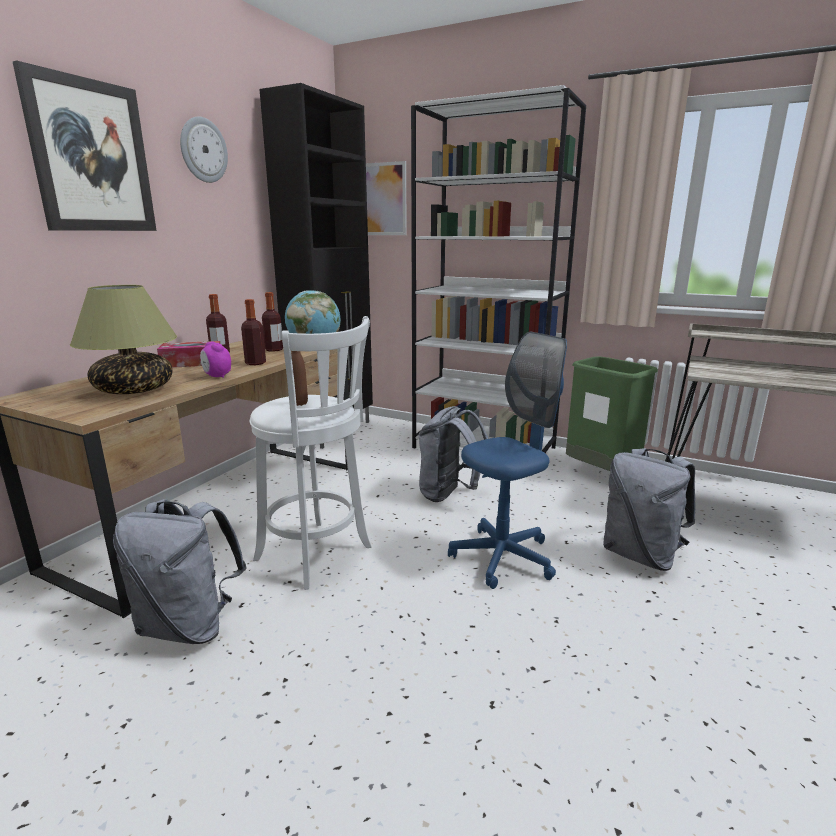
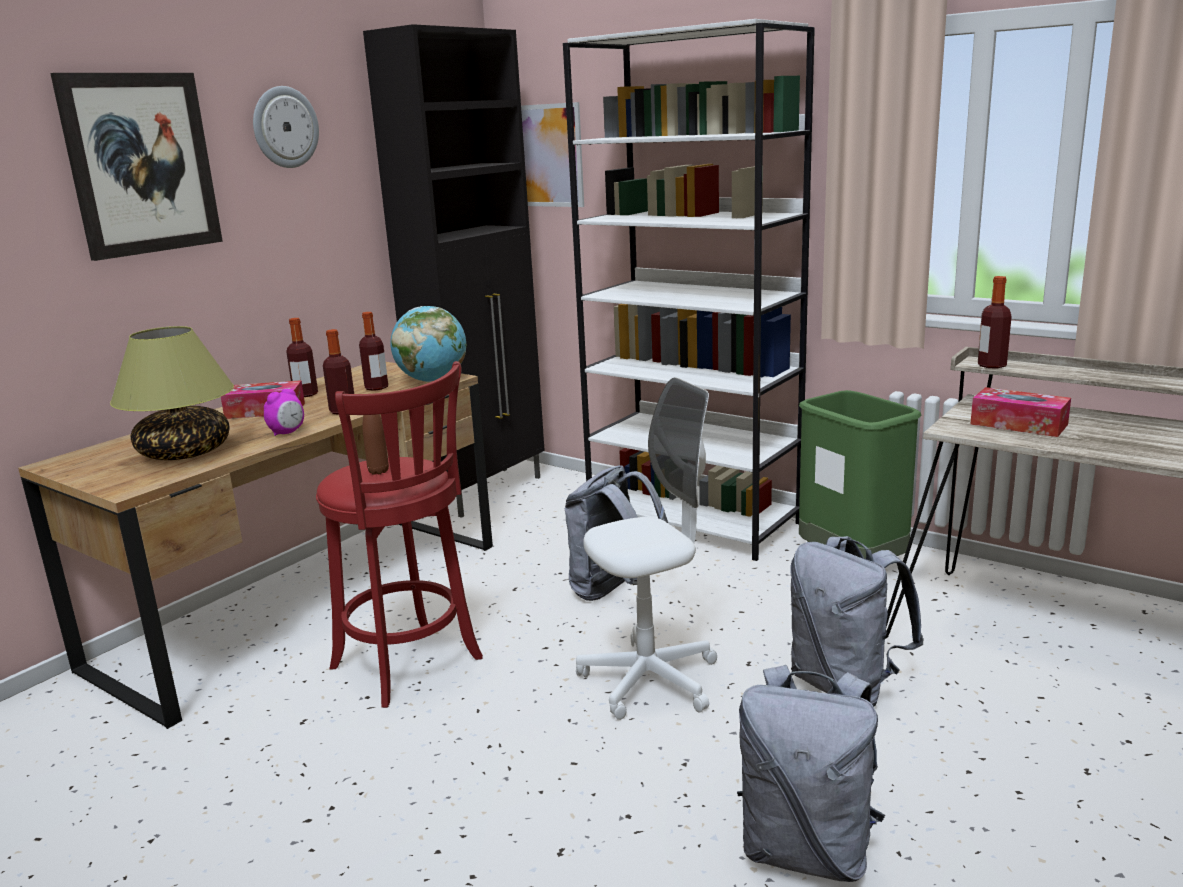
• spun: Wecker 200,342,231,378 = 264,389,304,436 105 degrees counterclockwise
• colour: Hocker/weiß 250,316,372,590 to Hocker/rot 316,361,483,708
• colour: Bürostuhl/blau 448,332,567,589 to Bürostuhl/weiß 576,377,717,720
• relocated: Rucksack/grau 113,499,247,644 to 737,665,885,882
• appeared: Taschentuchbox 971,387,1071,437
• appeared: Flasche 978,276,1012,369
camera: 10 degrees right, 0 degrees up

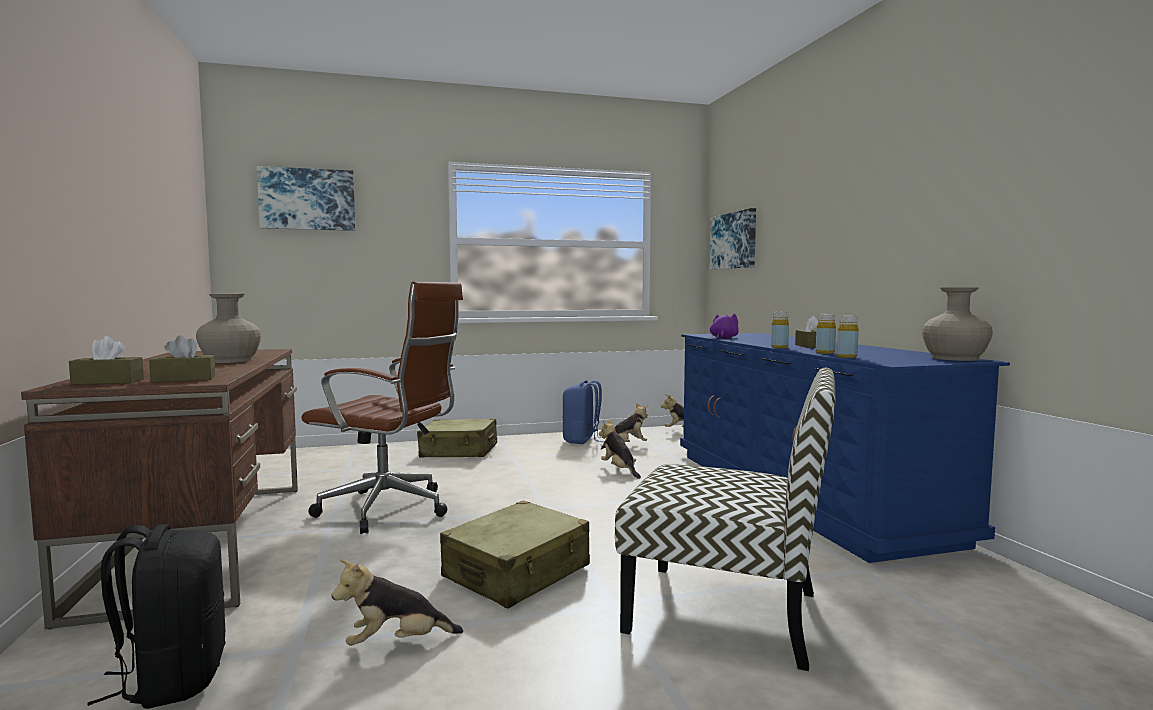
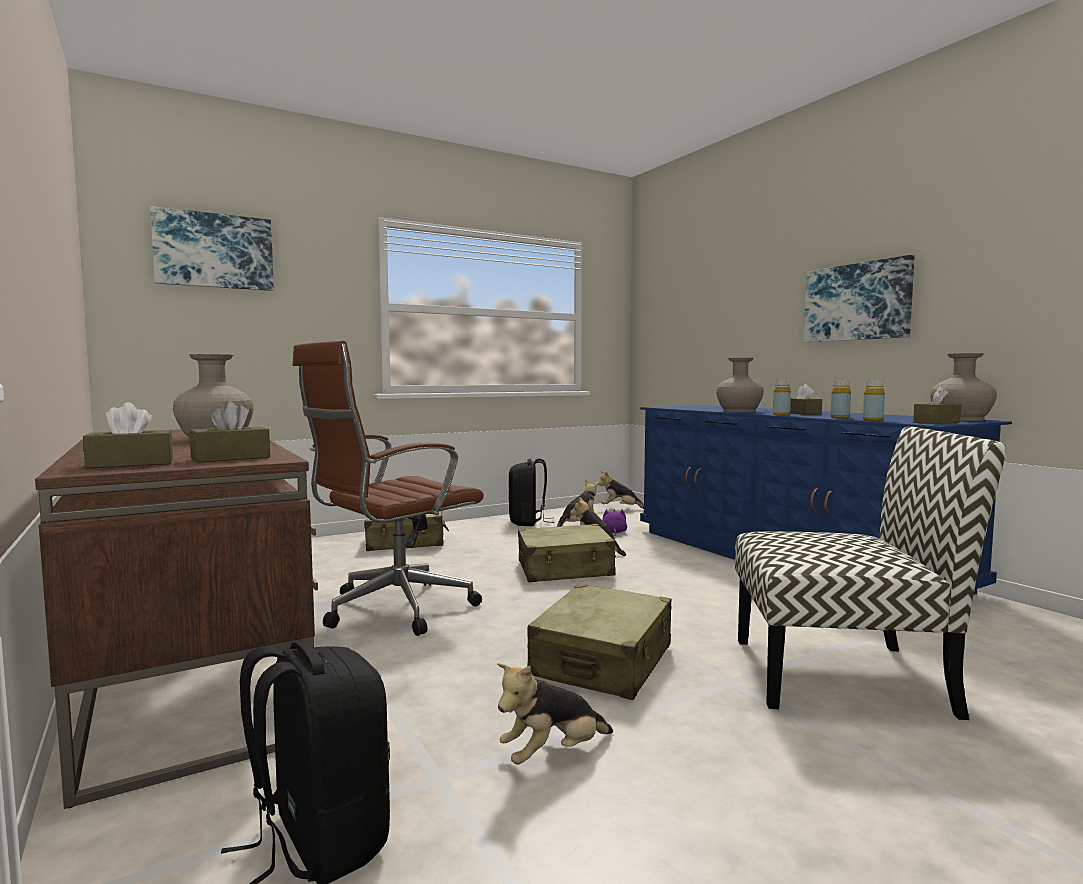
• spun: Bürostuhl/braun 301,282,463,534 = 293,341,484,636 135 degrees clockwise
• colour: Rucksack/blau 562,380,604,444 to Rucksack/schwarz 509,458,555,526
• appeared: Koffer/beige 518,524,616,582
• relocated: Plüschtier/lila 710,313,739,338 to 603,509,627,535
• appeared: Vase/beige 716,358,764,412
• relocated: Bild 710,208,756,270 to 804,255,914,342
• appeared: Taschentuchbox/braun 913,386,961,424
camera: 15 degrees left, 0 degrees up

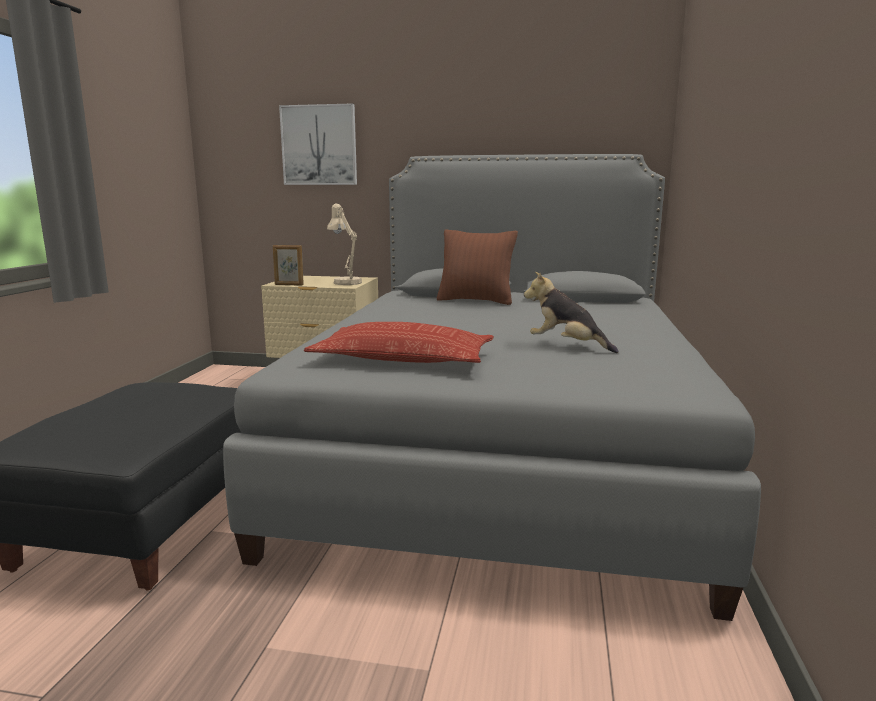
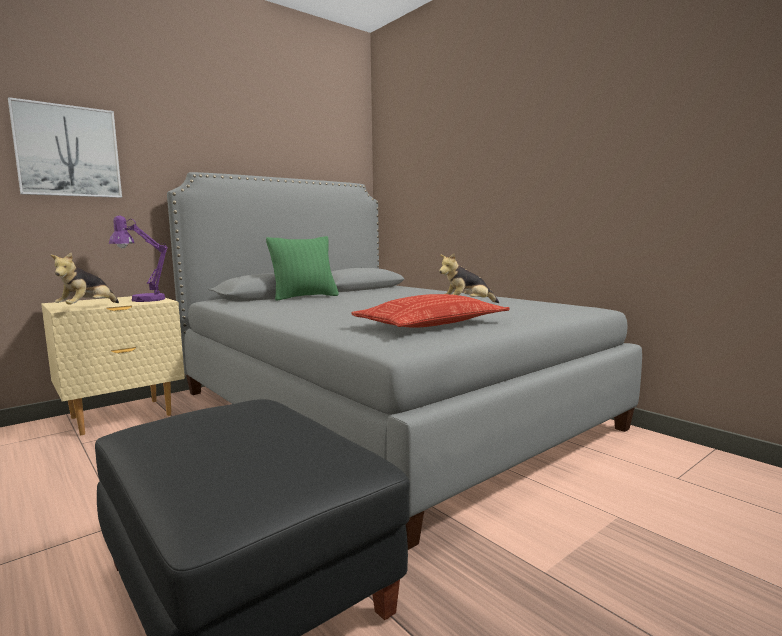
• exchanged: Bilderrahmen 273,245,304,286 to Plüschtier 50,253,119,305
• colour: Tischlampe/beige 327,203,362,285 to Tischlampe/lila 109,215,168,302
• colour: Kissen/braun 437,229,518,305 to Kissen/grün 266,236,339,301
camera: 50 degrees left, 5 degrees down

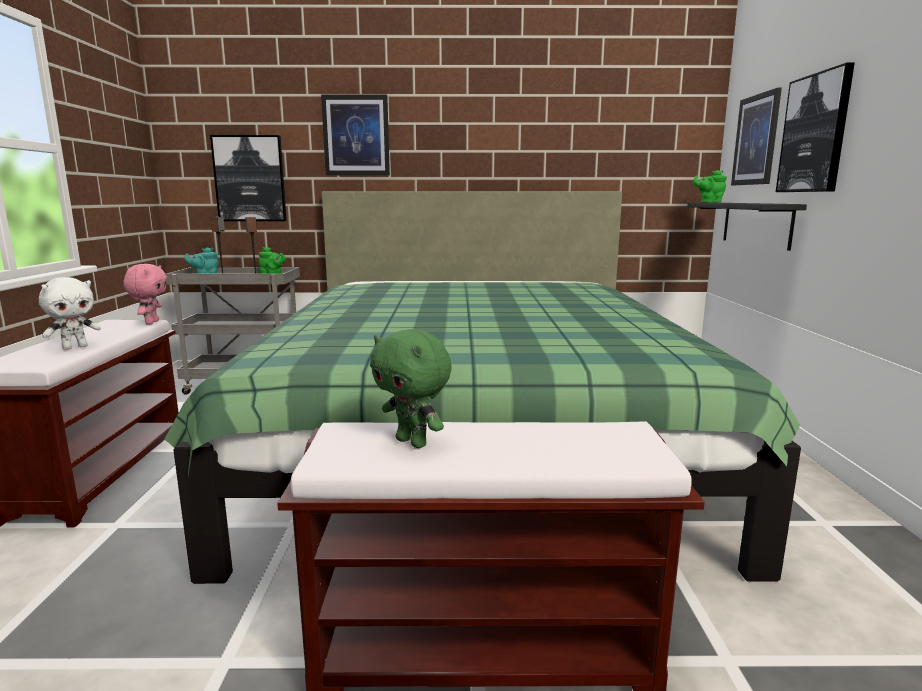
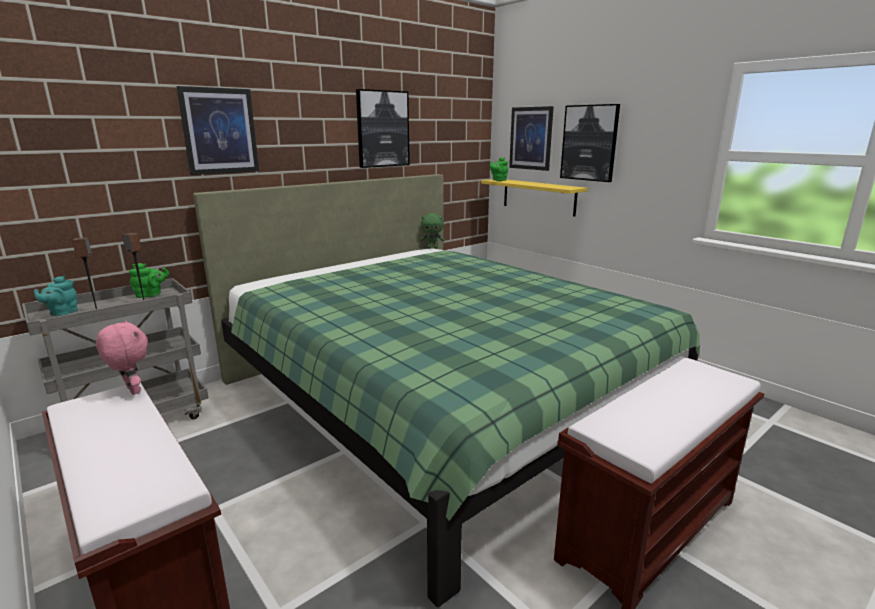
• relocated: Bild 210,135,287,221 to 356,89,410,168
• relocated: Plüschtier/grün 370,329,452,448 to 420,213,445,249
• colour: Wandregal/schwarz 687,203,807,251 to Wandregal/gelb 481,179,588,217
• missing: Plüschtier/weiß 39,277,101,350
camera: 40 degrees left, 5 degrees up

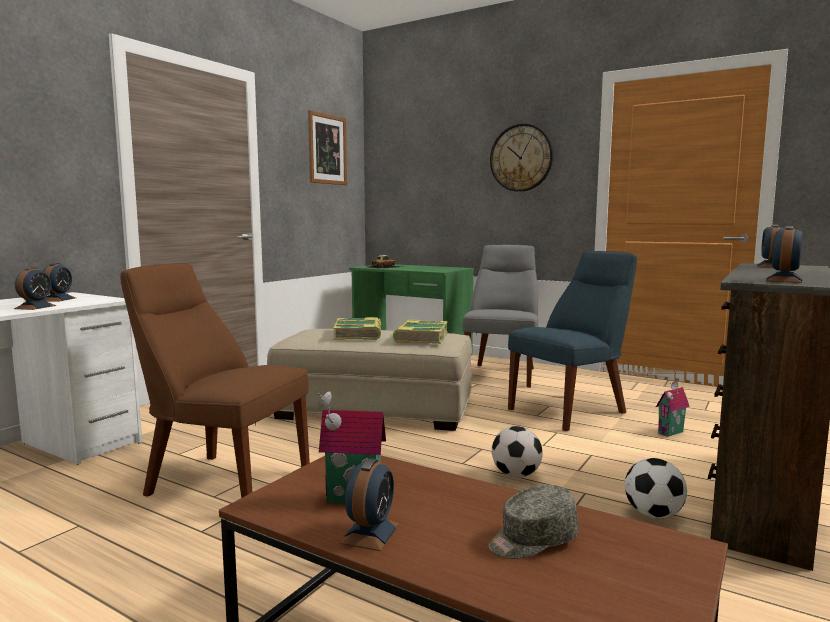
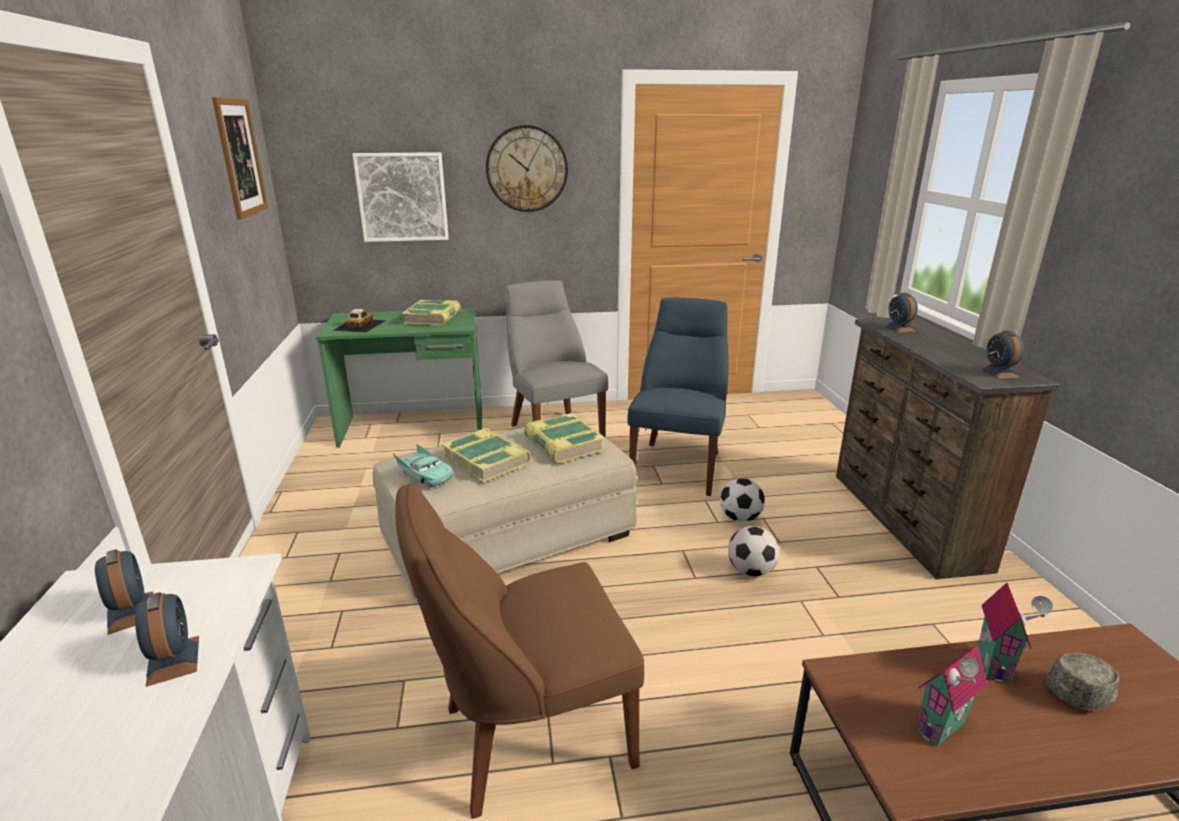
• appeared: Bild 352,152,449,242
• appeared: Spielzeugauto/türkis 393,444,453,488
• appeared: Buch 402,300,461,326
• relocated: Fußball 625,458,687,518 to 720,478,765,522
• relocated: Spielzeughaus 656,381,690,437 to 978,583,1053,683
• spun: Kappe/grau 488,485,578,559 = 1046,653,1119,710 135 degrees counterclockwise
• missing: Wecker 340,458,399,551
camera: 40 degrees left, 15 degrees up

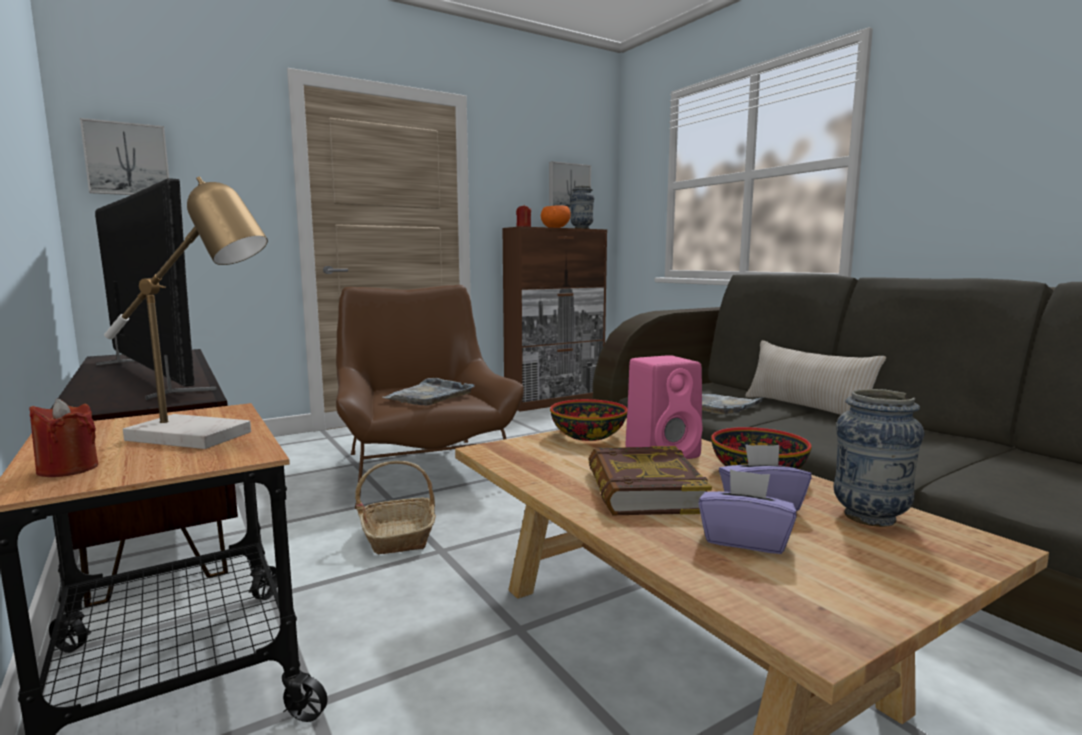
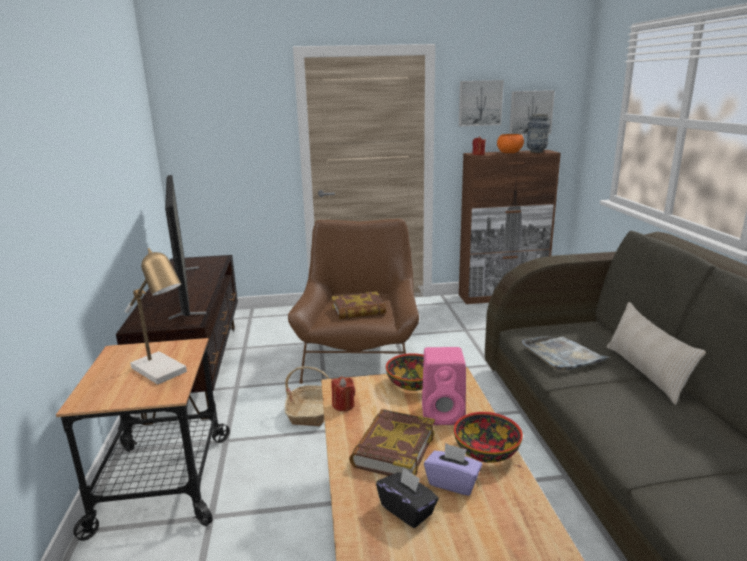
• relocated: Kerze/rot 29,399,98,477 to 331,377,355,411
• exchanged: Tablett/grau 383,378,475,405 to Buch 332,291,386,319
• colour: Taschentuchbox/lila 698,469,797,554 to Taschentuchbox/schwarz 376,467,439,528
• relocated: Bild 80,118,169,195 to 459,80,504,126
• missing: Vase 833,389,925,527
camera: 25 degrees right, 10 degrees up

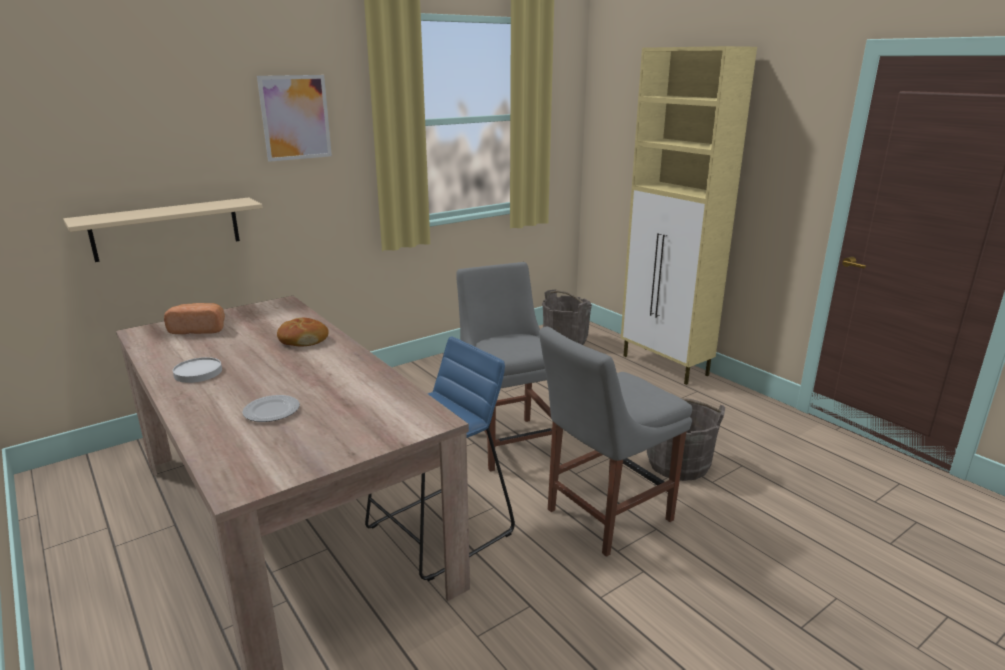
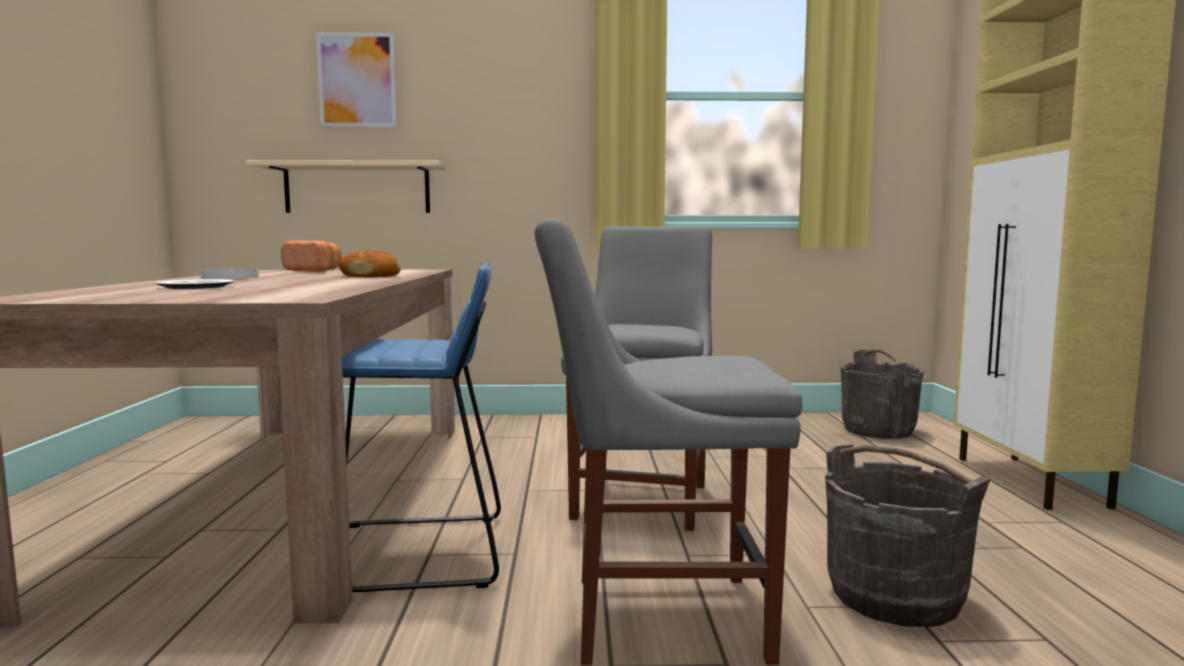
• relocated: Bild 257,75,332,162 to 316,32,397,128
camera: 35 degrees right, 15 degrees down

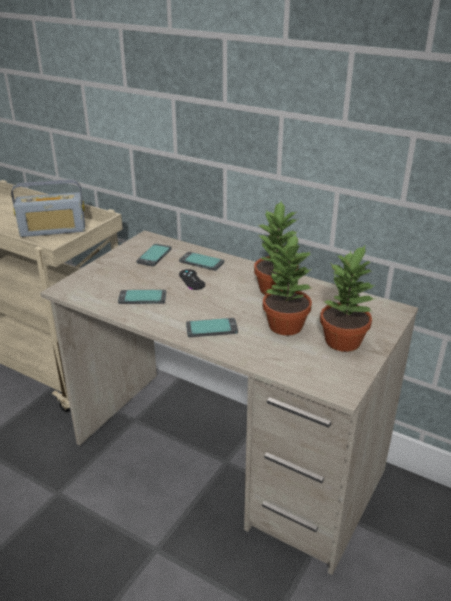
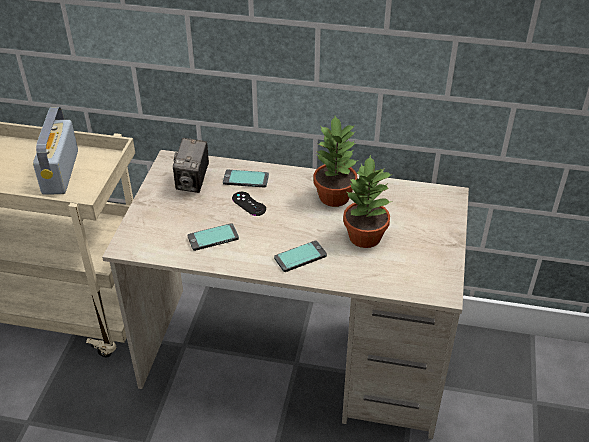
• spun: Radio 11,179,85,237 = 33,107,78,195 120 degrees clockwise
• exchanged: Handy 136,244,171,266 to Kamera 173,138,209,193
• missing: Topfpflanze 320,246,376,352
camera: 20 degrees left, 10 degrees up

